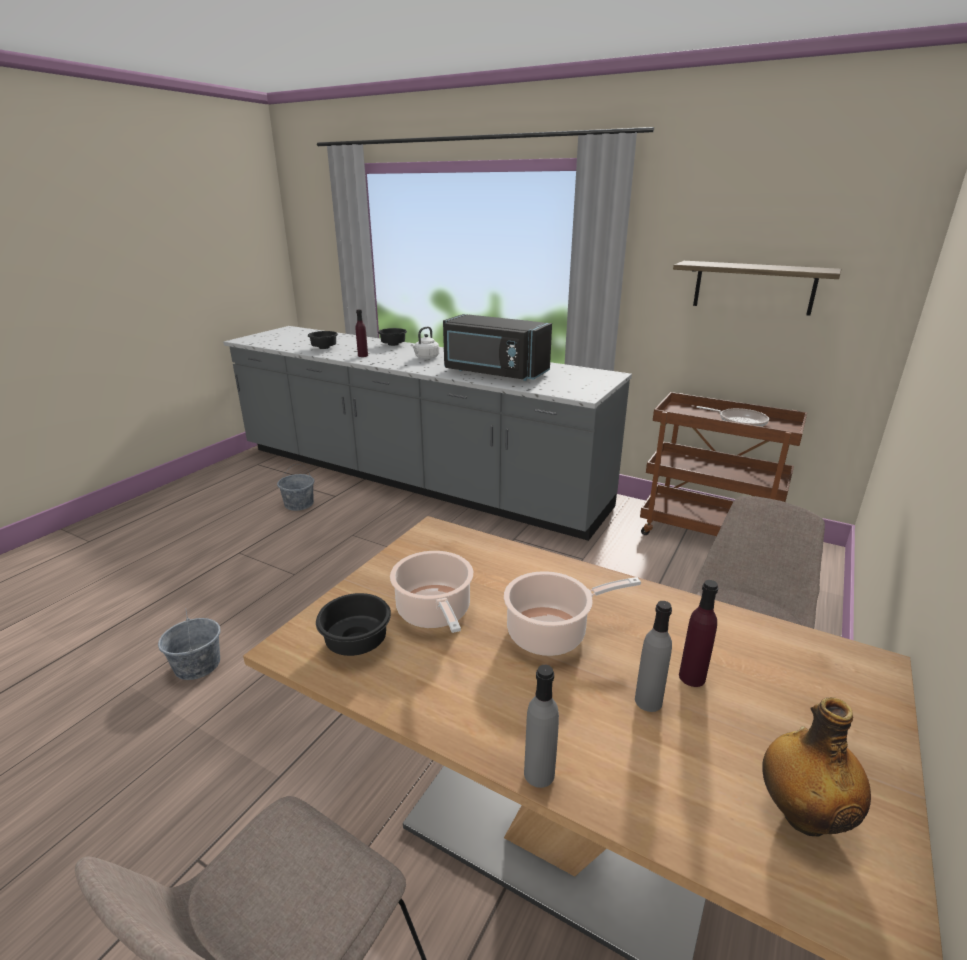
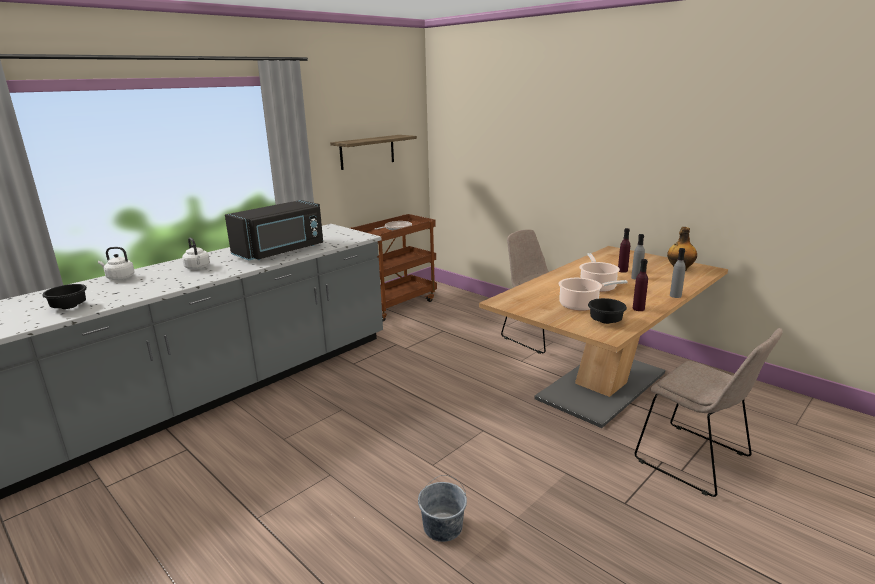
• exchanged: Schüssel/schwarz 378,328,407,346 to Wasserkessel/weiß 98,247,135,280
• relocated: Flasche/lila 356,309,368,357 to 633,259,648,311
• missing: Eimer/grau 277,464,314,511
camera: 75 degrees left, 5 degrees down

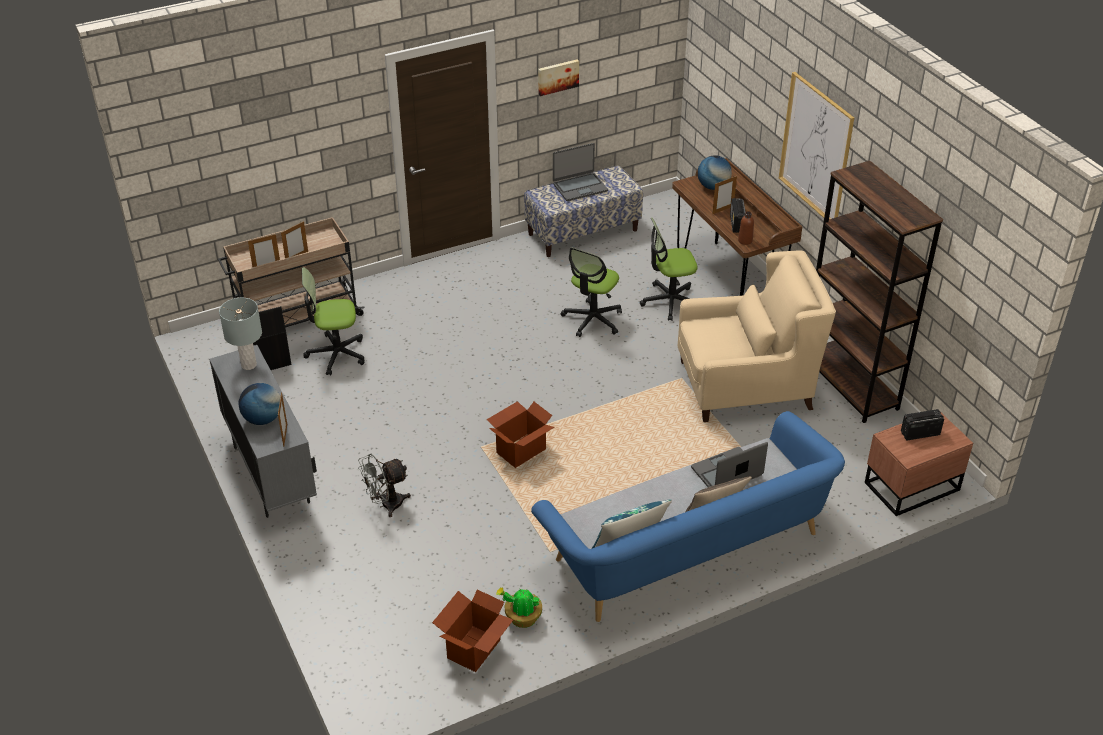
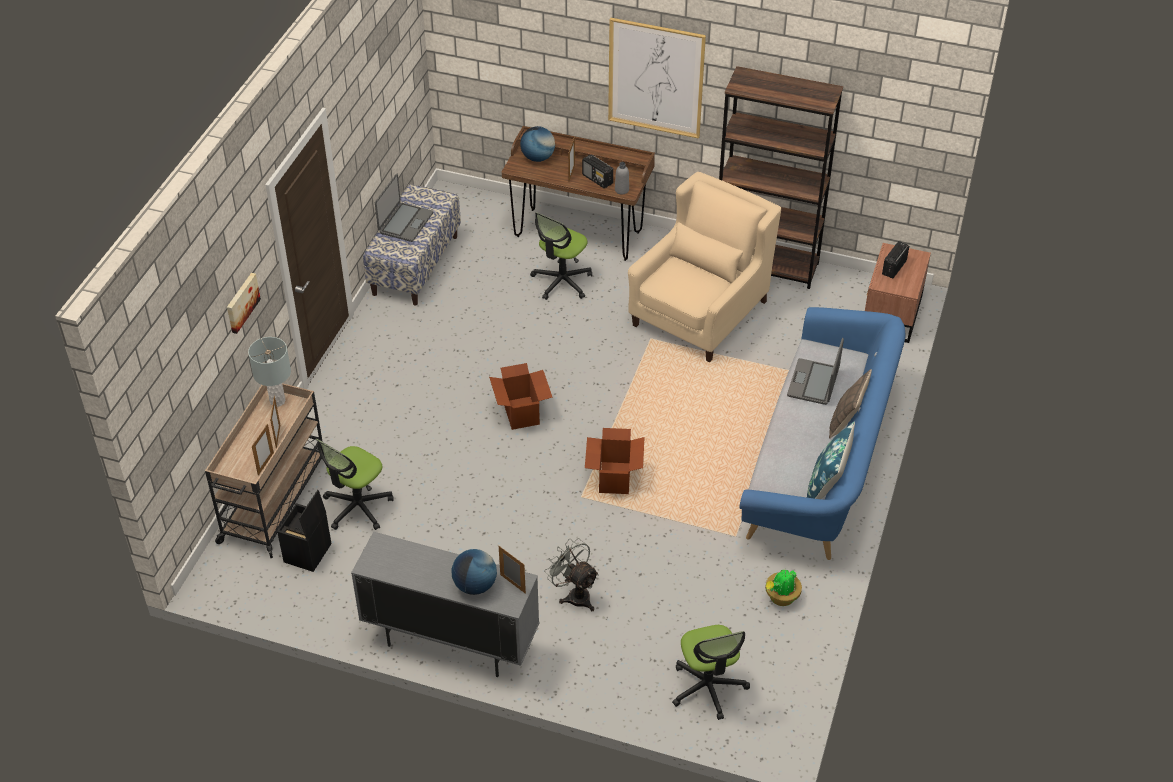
• relocated: Bild 538,59,579,96 to 227,273,261,334
• relocated: Tischlampe/grau 219,298,262,370 to 248,337,291,407
• relocated: Karton 432,589,513,672 to 489,363,553,430
• spun: Ventilator/grau 358,454,411,517 = 544,538,599,611 120 degrees clockwise
• colour: Flasche/braun 738,211,754,245 to Flasche/grau 615,162,629,194
• relocated: Bürostuhl 561,248,622,337 to 672,625,750,720
camera: 45 degrees left, 5 degrees up

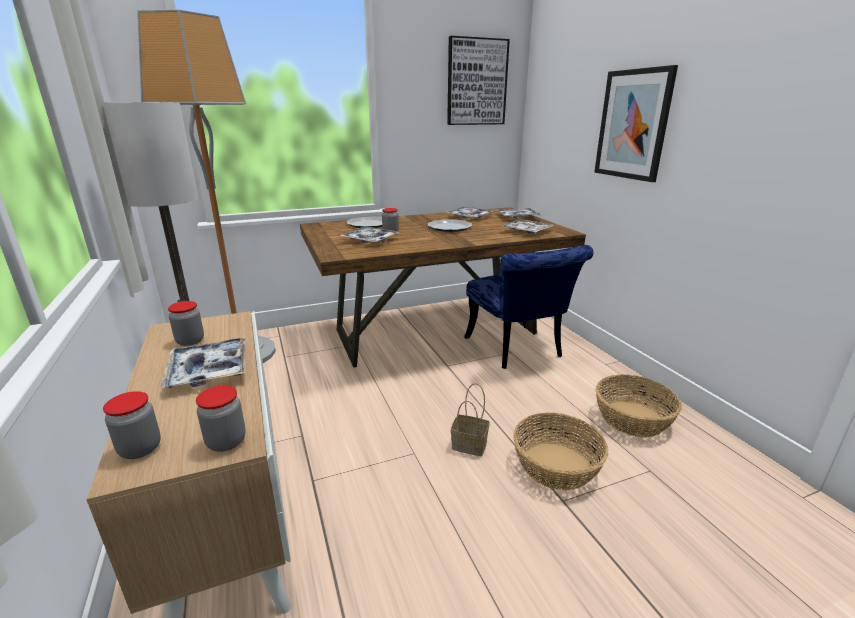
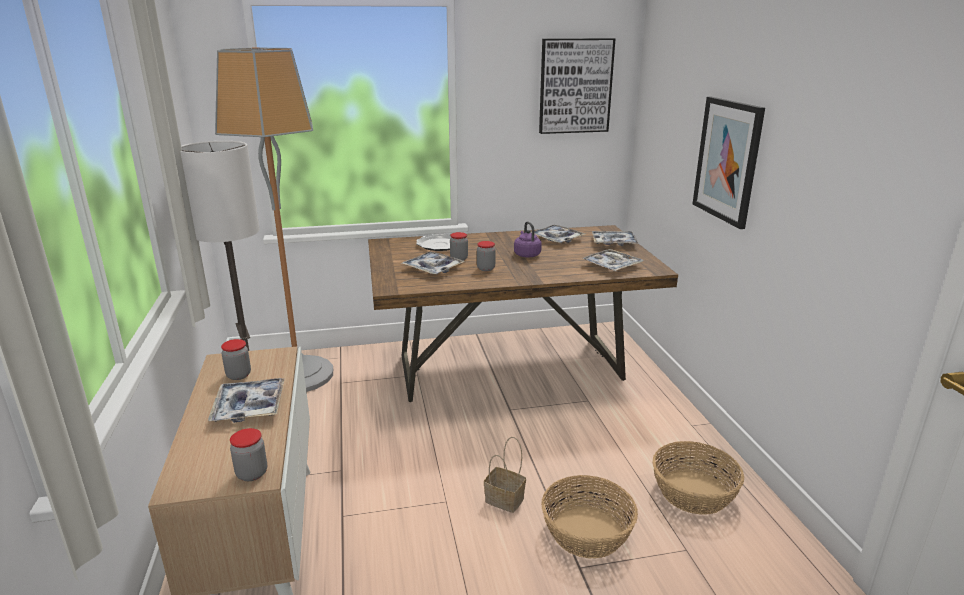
• relocated: Vorratsglas 103,391,161,459 to 477,241,496,271
• exchanged: Teller 427,219,472,232 to Wasserkessel/lila 514,221,542,257
• missing: Stuhl/blau 464,245,593,369
camera: 10 degrees right, 0 degrees up

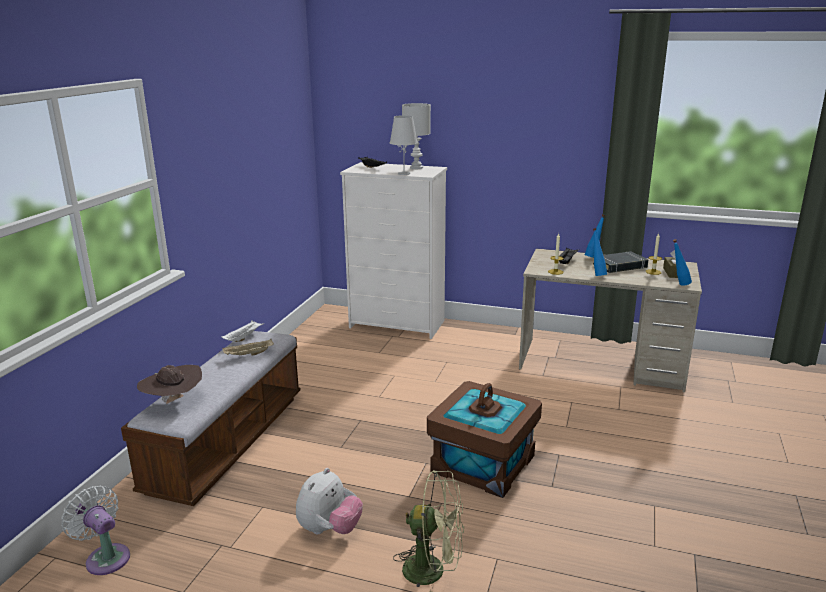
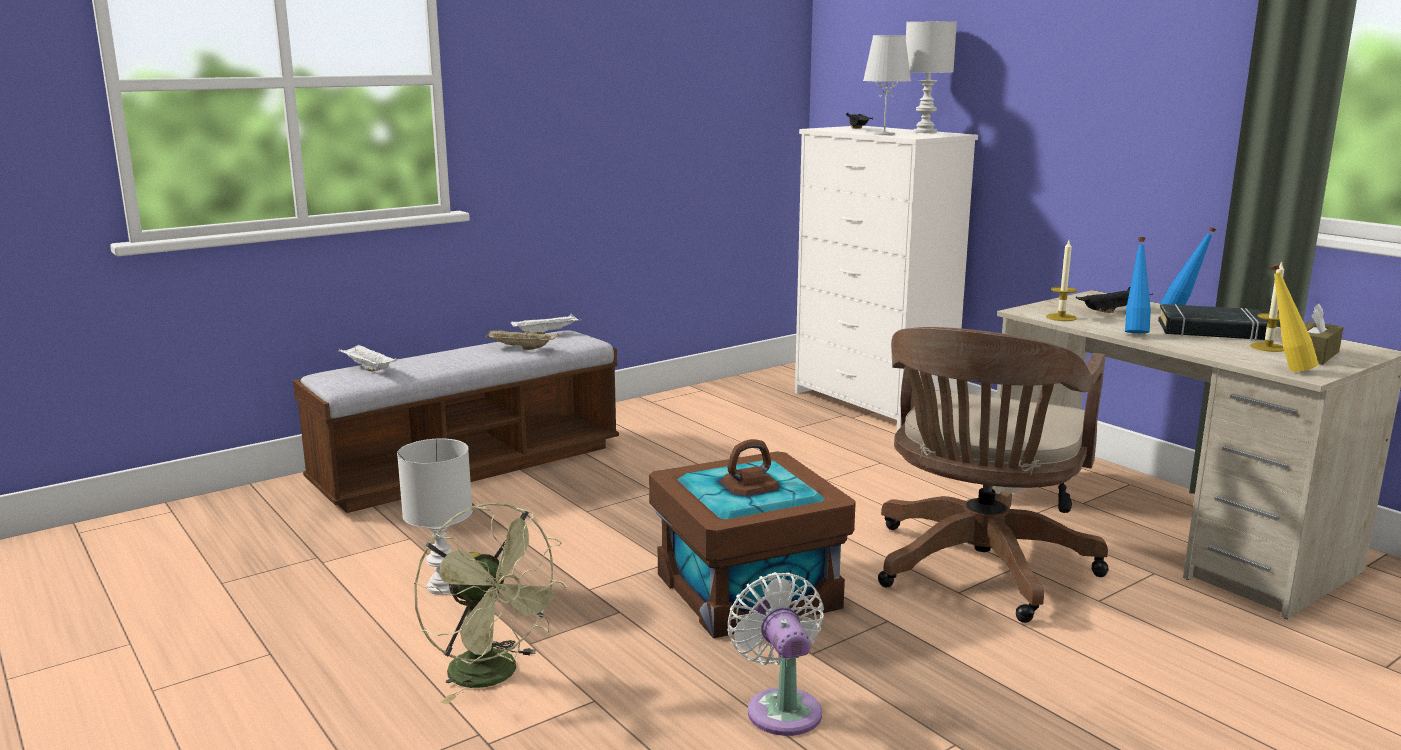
• exchanged: Hut/braun 137,365,202,404 to Tablett/weiß 339,344,397,371
• exchanged: Plüschtier 296,468,363,534 to Tischlampe/weiß 397,438,473,595
• relocated: Ventilator/weiß 61,486,130,575 to 727,572,824,736
• appeared: Bürostuhl/braun 878,327,1109,623
• colour: Flasche/blau 673,239,692,286 to Flasche/gelb 1271,264,1319,372
camera: 35 degrees right, 5 degrees down

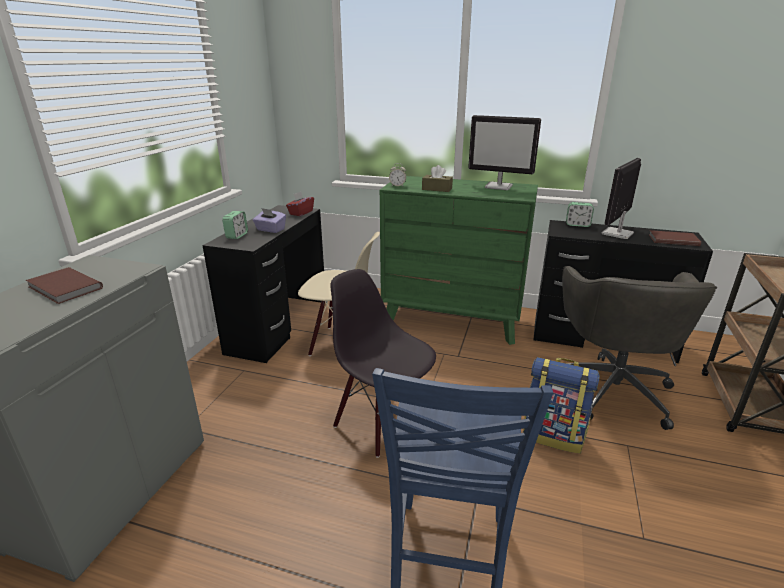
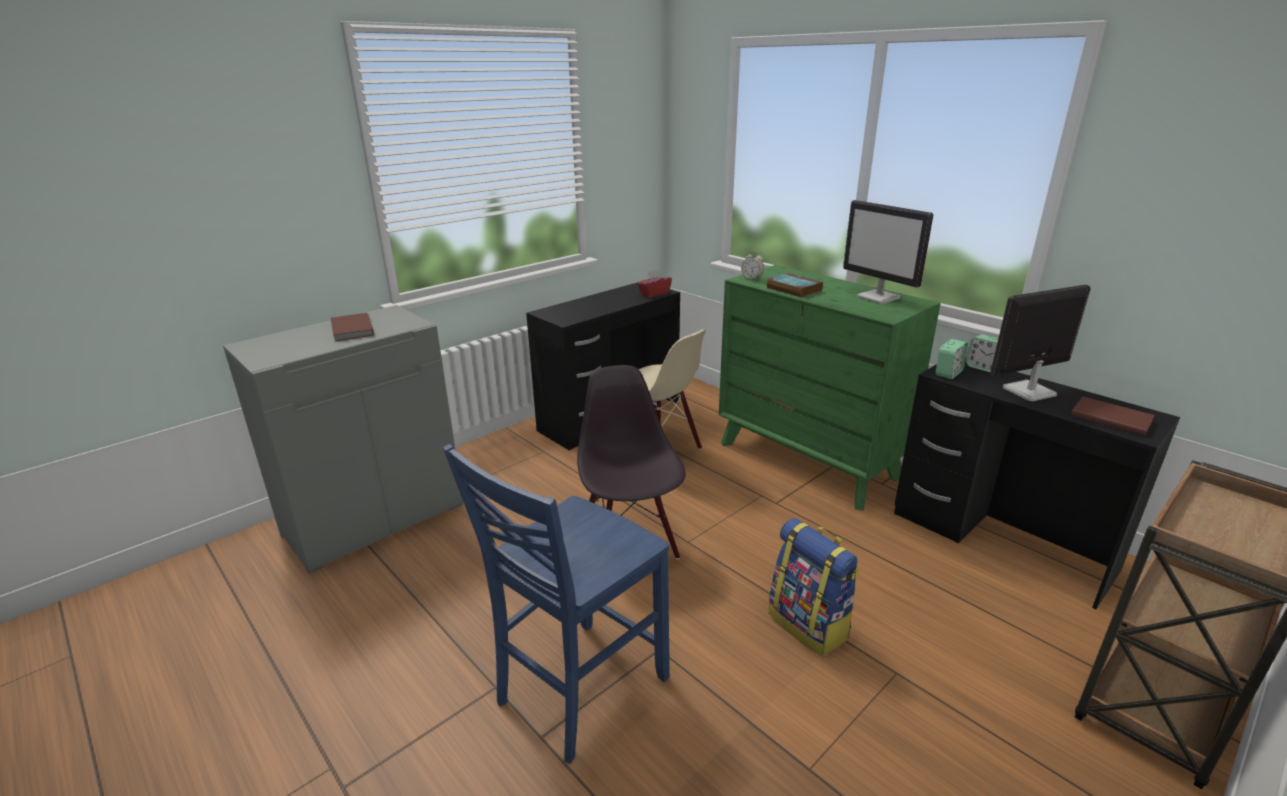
• exchanged: Taschentuchbox/braun 422,165,453,192 to Buch 767,273,823,298
• relocated: Wecker 222,211,248,239 to 936,339,968,379
• missing: Taschentuchbox/lila 253,208,286,233
• missing: Bürostuhl/grau 562,266,717,430
camera: 30 degrees right, 0 degrees up

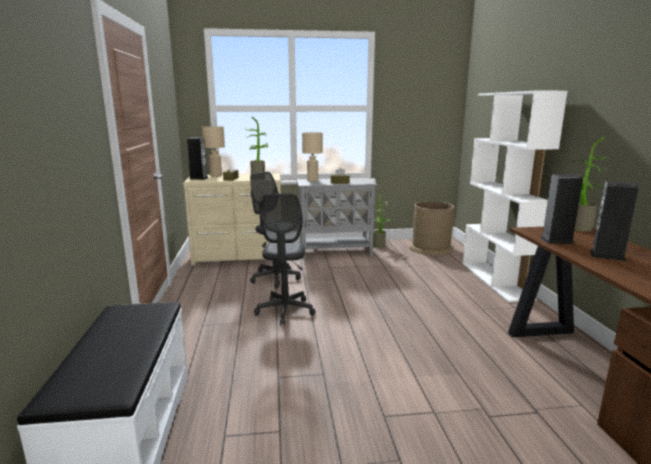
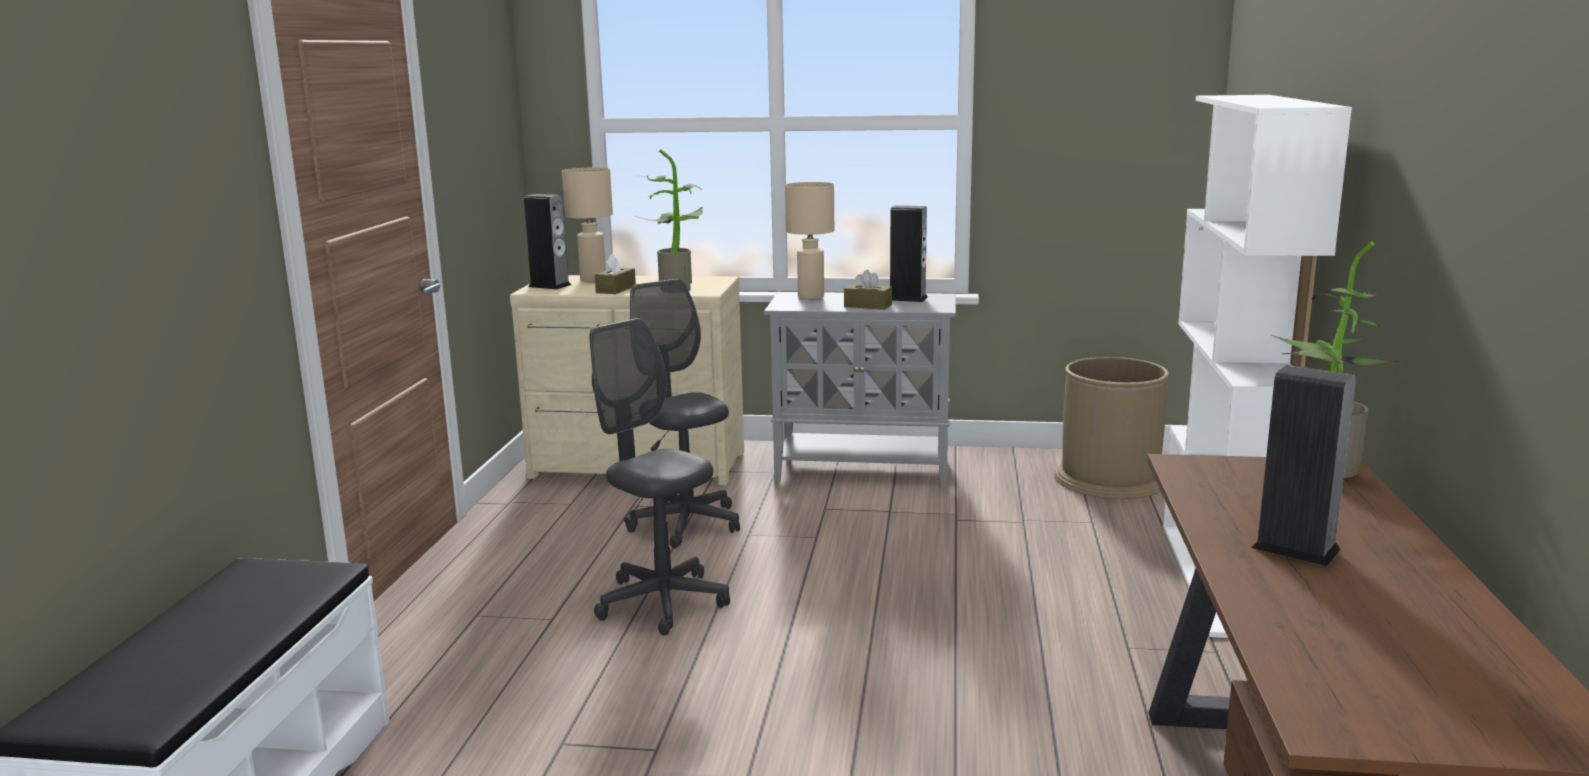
• spun: Bürostuhl/grau 254,193,316,325 = 589,318,730,636 120 degrees clockwise
• relocated: Lautsprecher 540,174,583,244 to 890,205,928,302
• missing: Topfpflanze 373,194,393,248
camera: 15 degrees right, 0 degrees up

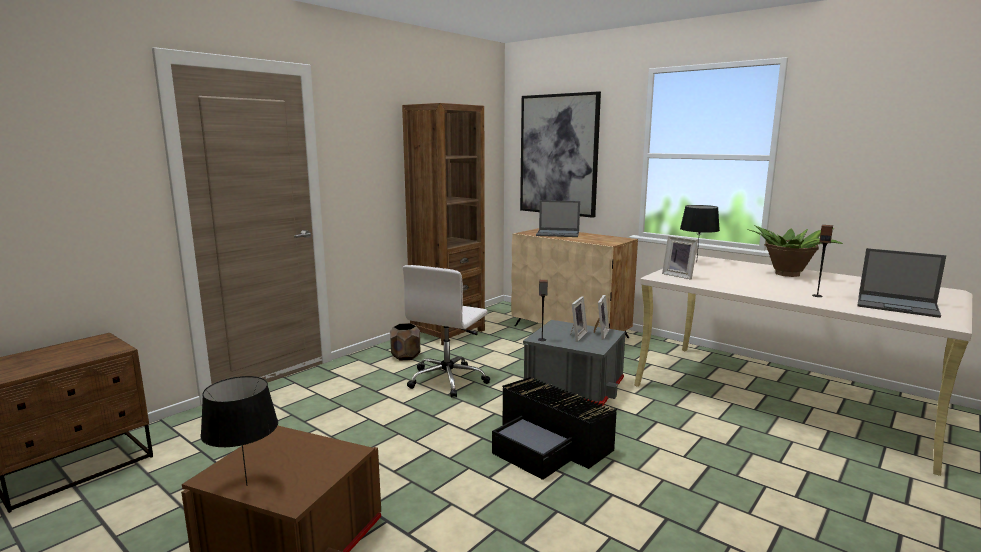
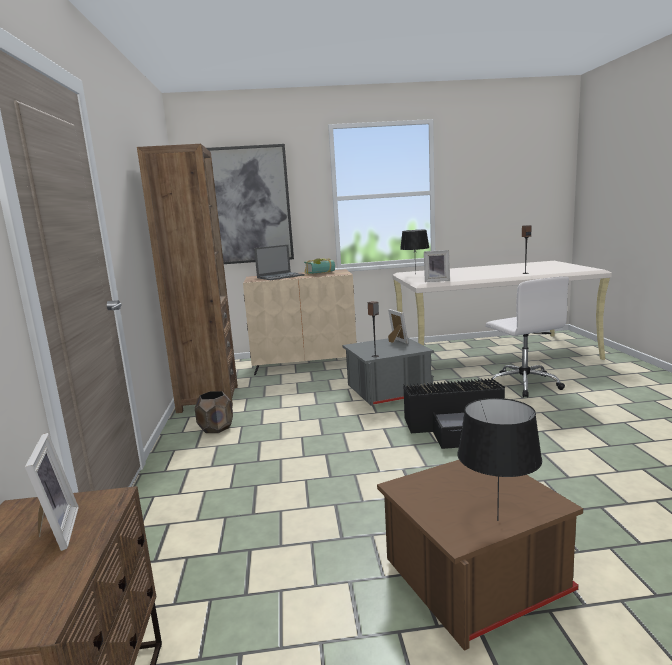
• relocated: Bilderrahmen 570,296,588,341 to 25,433,79,551
• appeared: Buch 304,258,335,274
• relocated: Bürostuhl/weiß 403,265,490,398 to 486,276,569,398
• missing: Topfpflanze 747,225,843,277
• missing: Laptop 857,248,946,318
camera: 45 degrees left, 0 degrees up

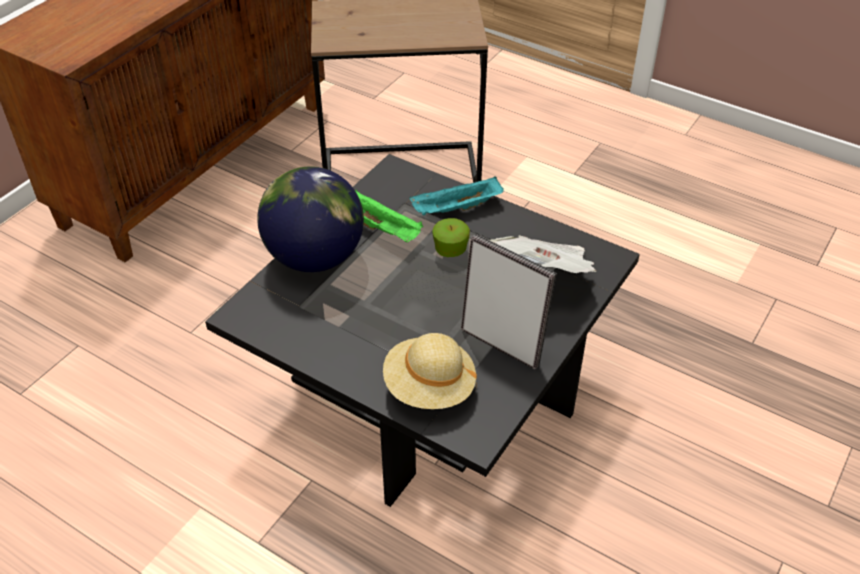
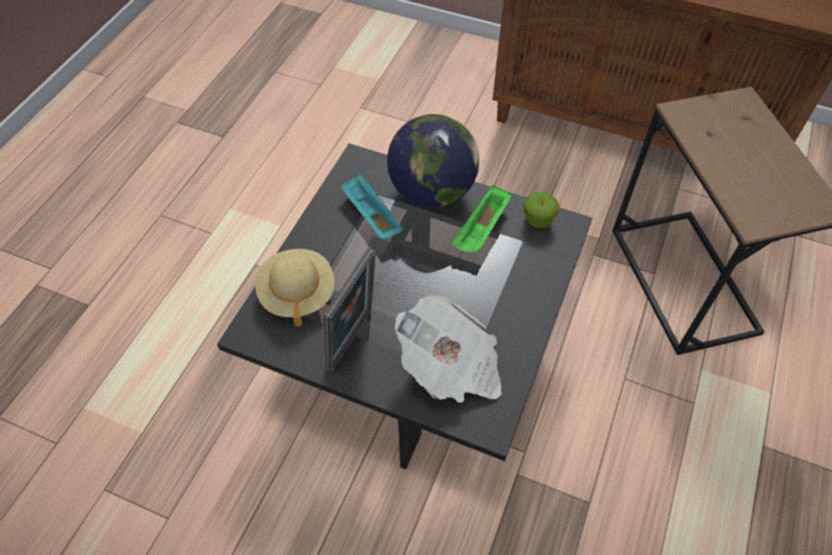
• relocated: Tablett/türkis 410,176,504,215 to 340,173,403,239
• relocated: Apfel 432,218,470,257 to 524,192,559,228
camera: 80 degrees right, 10 degrees up

